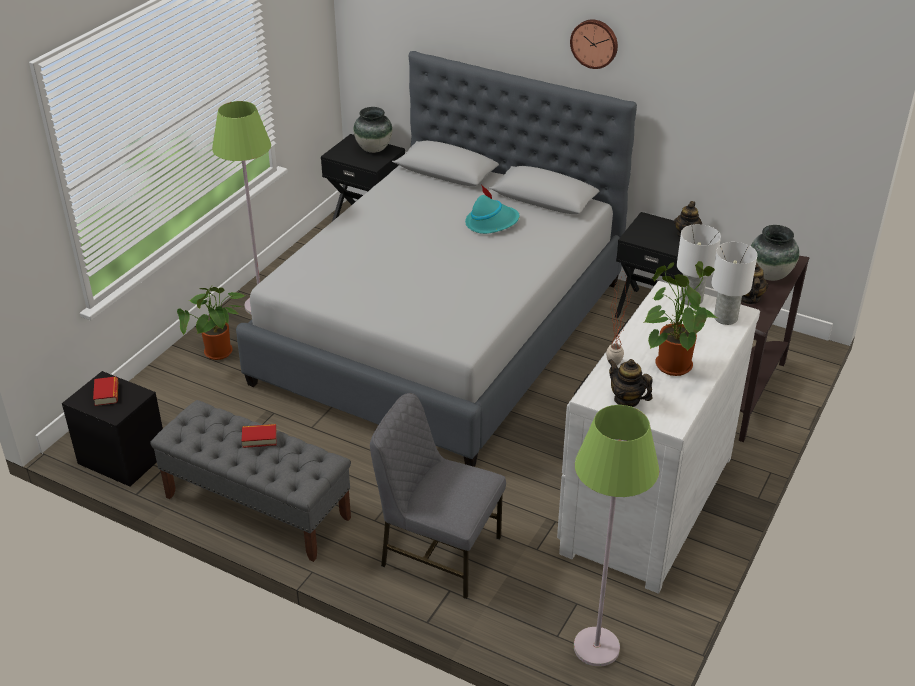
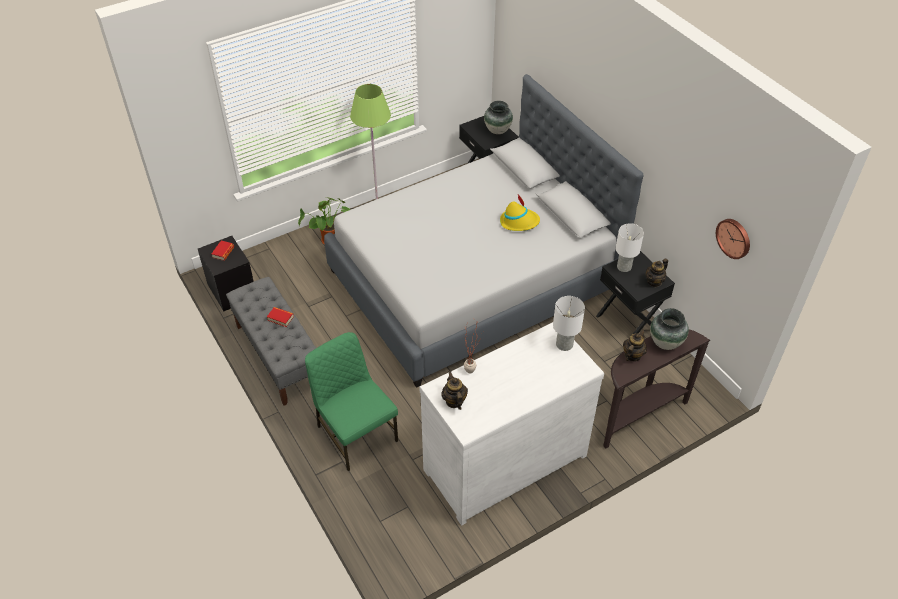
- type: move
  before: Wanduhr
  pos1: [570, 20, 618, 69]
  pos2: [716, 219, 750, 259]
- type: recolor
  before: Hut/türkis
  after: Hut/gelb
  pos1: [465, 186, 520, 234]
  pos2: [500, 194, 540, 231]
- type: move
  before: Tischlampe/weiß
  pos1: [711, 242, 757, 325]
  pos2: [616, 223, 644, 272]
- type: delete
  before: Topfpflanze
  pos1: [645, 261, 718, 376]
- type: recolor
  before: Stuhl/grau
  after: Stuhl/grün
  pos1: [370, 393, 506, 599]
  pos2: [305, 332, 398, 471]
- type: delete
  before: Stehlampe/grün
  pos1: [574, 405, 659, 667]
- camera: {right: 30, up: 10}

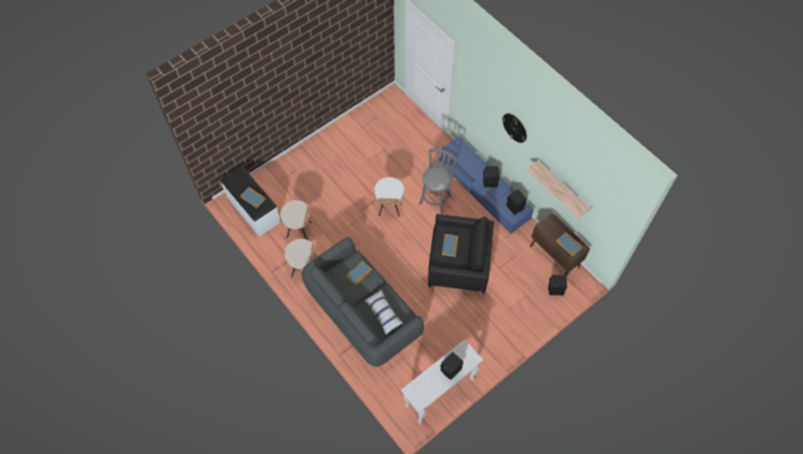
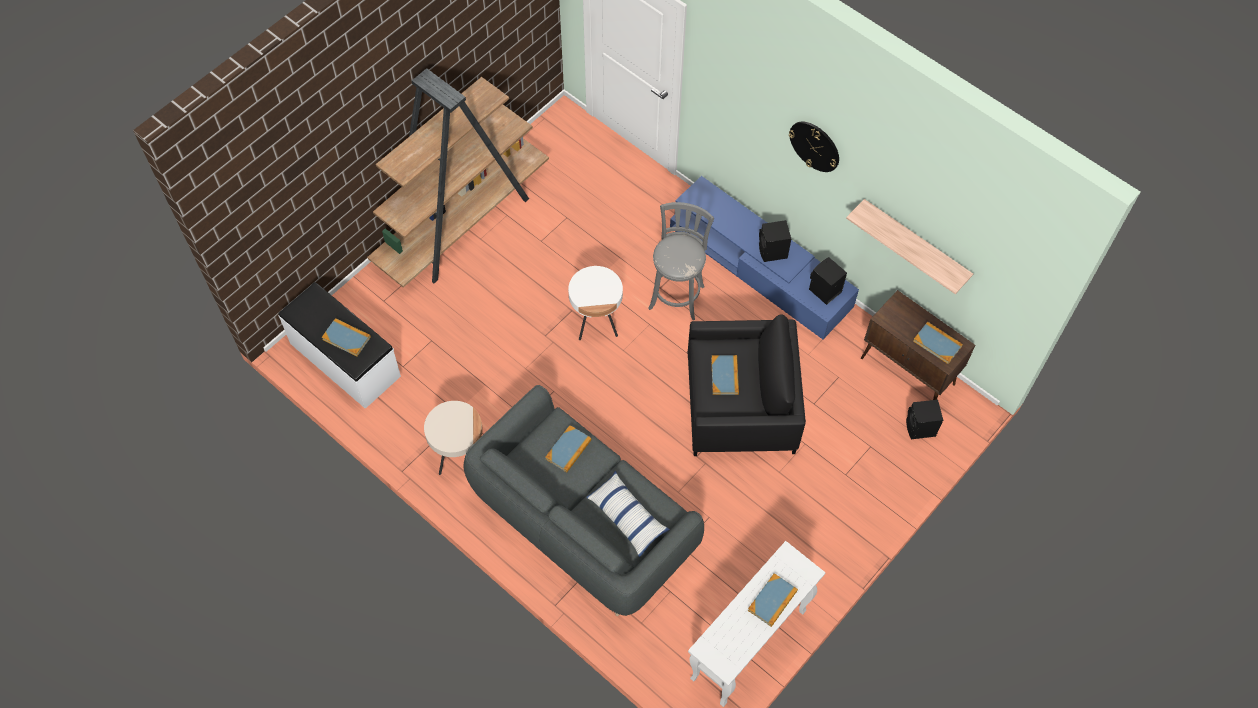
- type: delete
  before: Beistelltisch/beige
  pos1: [280, 200, 312, 240]
- type: replace
  before: Lautsprecher/schwarz
  after: Buch
  pos1: [440, 352, 463, 380]
  pos2: [748, 573, 798, 627]
- type: insert
  after: Bücherregal/braun
  pos2: [367, 68, 549, 288]
- camera: {right: -10, up: 0}

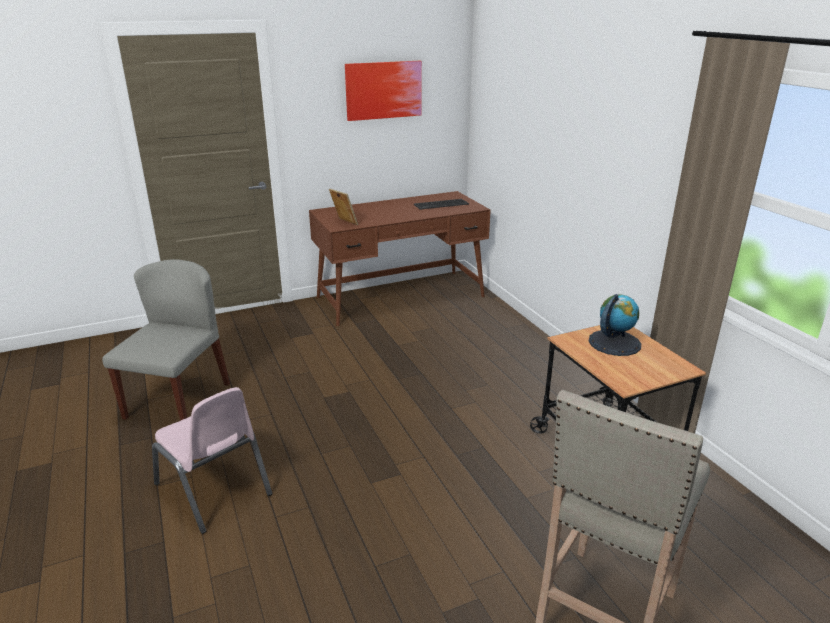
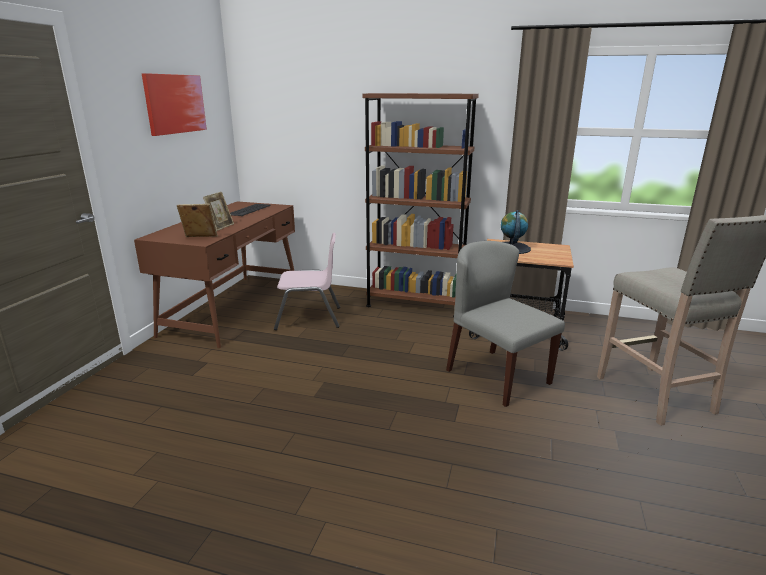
- type: move
  before: Stuhl/grau
  pos1: [102, 259, 230, 421]
  pos2: [446, 241, 565, 407]
- type: move
  before: Stuhl/rosa
  pos1: [152, 387, 272, 534]
  pos2: [274, 233, 340, 330]
- type: insert
  after: Bücherregal/braun
  pos2: [363, 93, 479, 317]
- type: insert
  after: Bilderrahmen
  pos2: [203, 192, 234, 231]
- camera: {right: -50, up: -5}

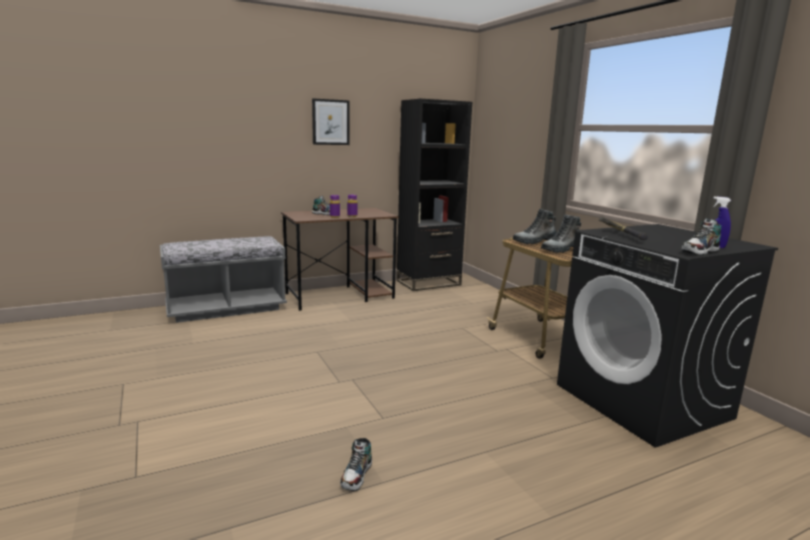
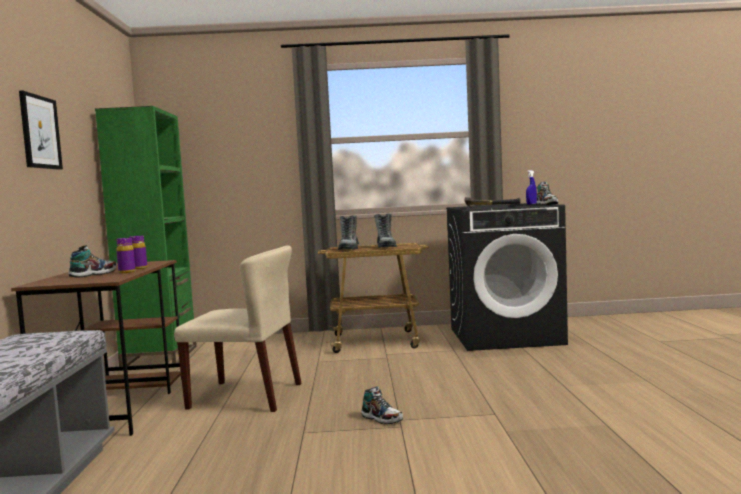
- type: recolor
  before: Bücherregal/schwarz
  after: Bücherregal/grün
  pos1: [396, 99, 472, 291]
  pos2: [95, 106, 197, 371]
- type: move
  before: Schuh
  pos1: [340, 438, 372, 491]
  pos2: [361, 386, 403, 424]
- type: insert
  after: Stuhl/beige
  pos2: [174, 245, 302, 412]
- camera: {right: -65, up: -10}

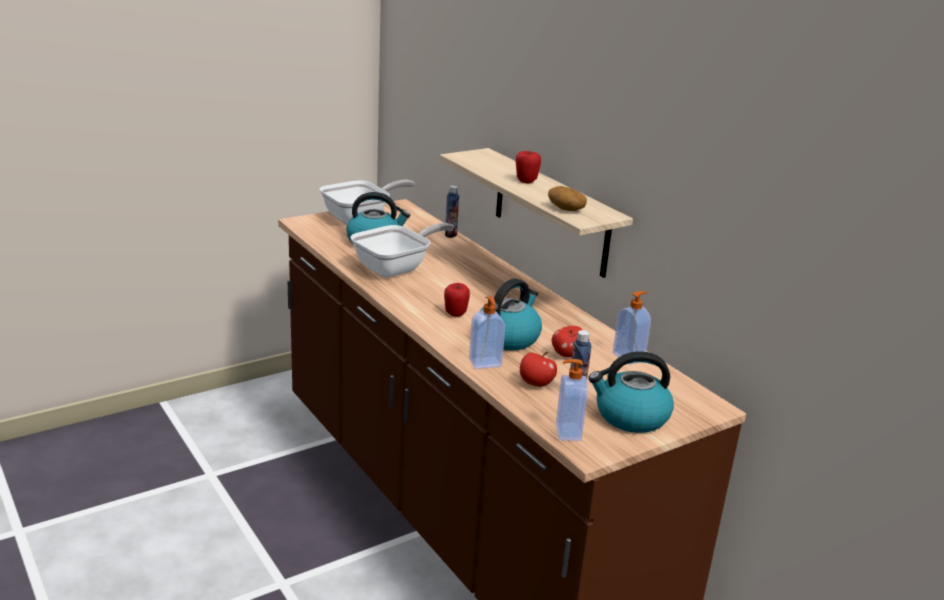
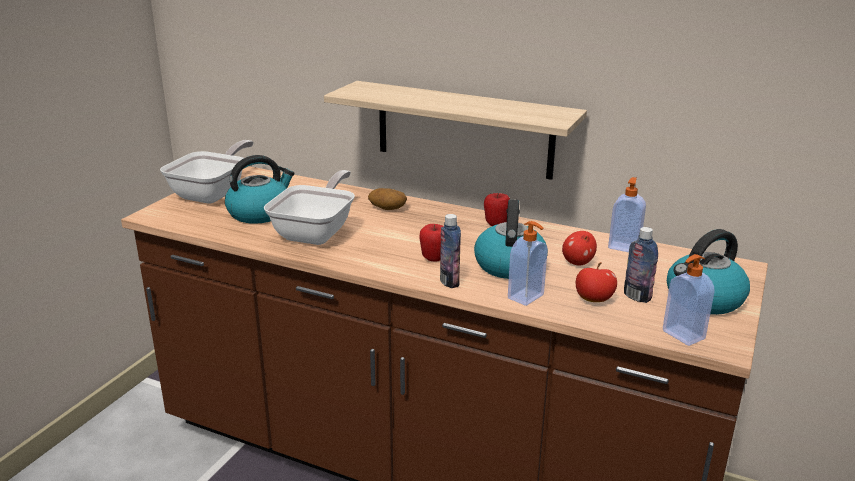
- type: move
  before: Apfel
  pos1: [516, 150, 541, 183]
  pos2: [484, 193, 510, 226]
- type: move
  before: Flasche
  pos1: [445, 185, 459, 238]
  pos2: [440, 214, 461, 288]
- type: move
  before: Kartoffel
  pos1: [548, 186, 587, 211]
  pos2: [368, 188, 407, 210]
- camera: {right: -30, up: 0}

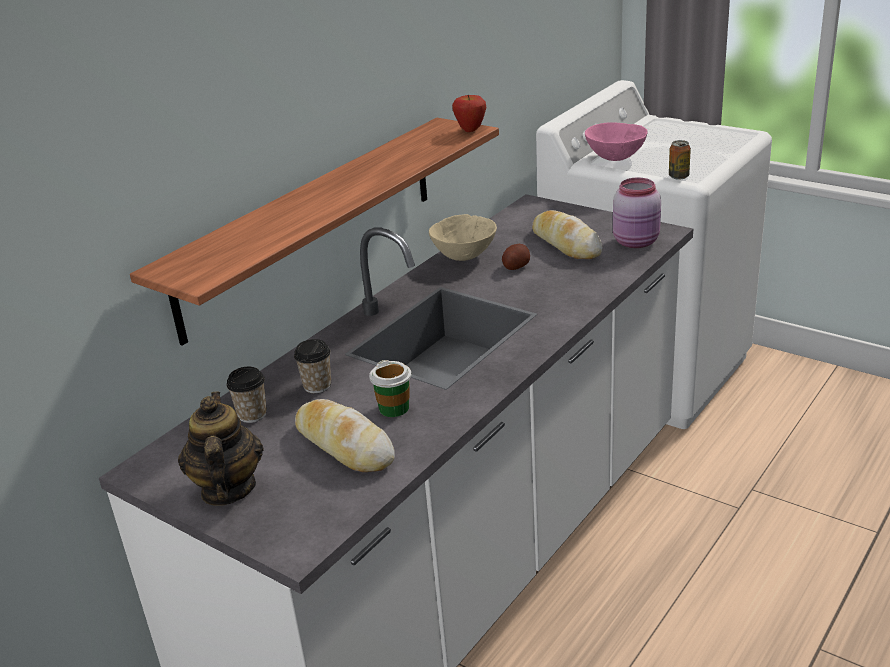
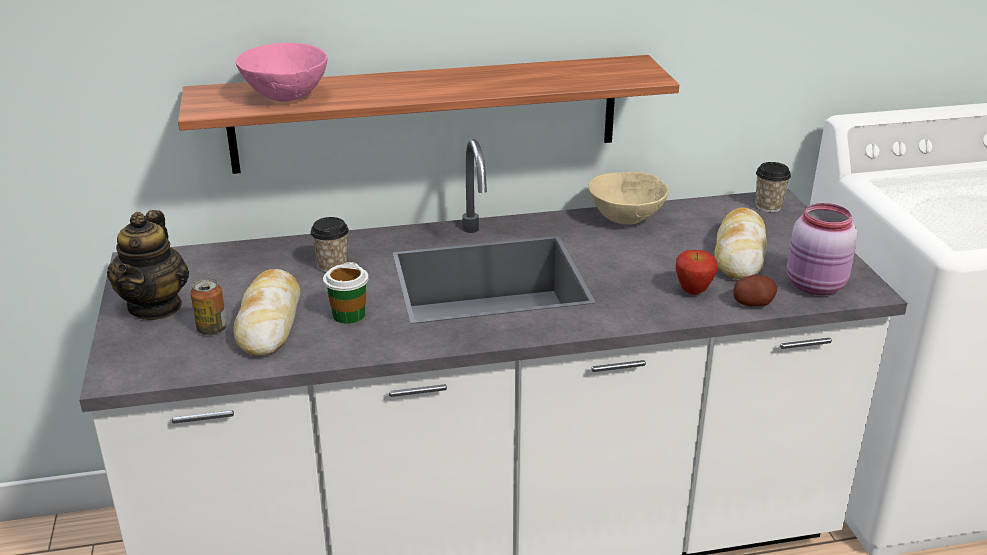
- type: move
  before: Apfel
  pos1: [452, 95, 486, 132]
  pos2: [676, 250, 718, 295]
- type: move
  before: Schüssel/rosa
  pos1: [585, 122, 648, 161]
  pos2: [235, 43, 328, 101]
- type: move
  before: Dose
  pos1: [669, 140, 691, 180]
  pos2: [190, 278, 227, 335]
- type: move
  before: Kartoffel
  pos1: [502, 244, 530, 270]
  pos2: [733, 275, 777, 306]
- type: move
  before: Tasse
  pos1: [227, 367, 267, 423]
  pos2: [755, 162, 791, 212]
- type: rotate
  before: Teekanne
  pos1: [178, 391, 264, 506]
  pos2: [107, 210, 189, 320]
  turn: 150
- camera: {right: 40, up: 0}

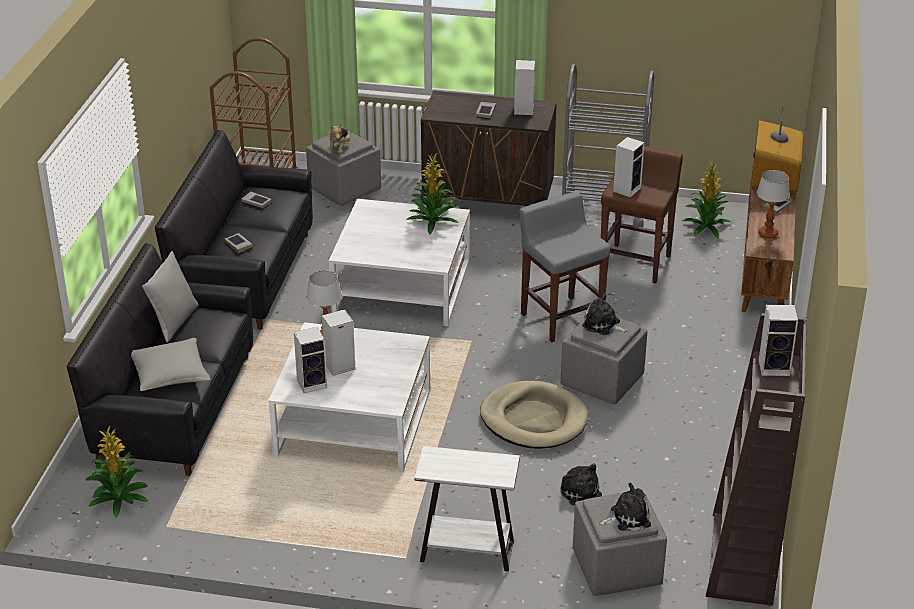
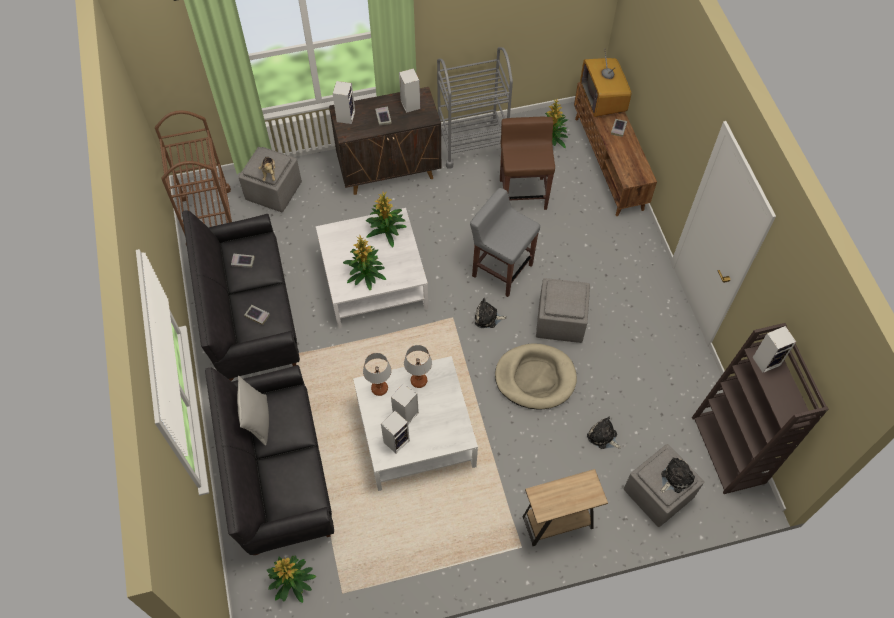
- type: move
  before: Lautsprecher
  pos1: [613, 137, 645, 197]
  pos2: [333, 81, 355, 124]
- type: move
  before: Tischlampe
  pos1: [757, 170, 790, 238]
  pos2: [404, 345, 432, 388]
- type: move
  before: Plüschtier
  pos1: [582, 293, 628, 335]
  pos2: [475, 298, 507, 328]
- type: delete
  before: Kissen/grau
  pos1: [131, 338, 211, 391]
- type: recolor
  before: Beistelltisch/weiß
  after: Beistelltisch/braun
  pos1: [414, 446, 520, 571]
  pos2: [523, 469, 608, 546]
- type: insert
  after: Topfpflanze
  pos2: [343, 235, 386, 291]
- camera: {right: -25, up: 25}

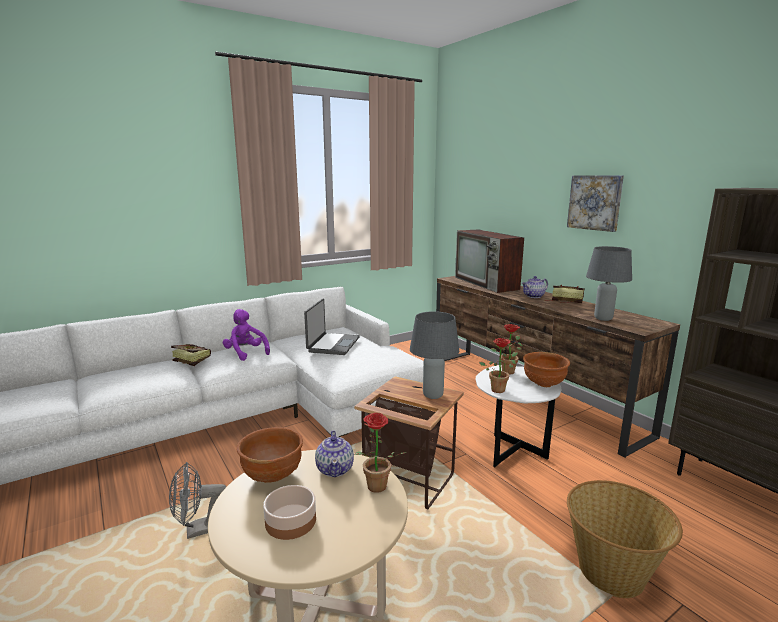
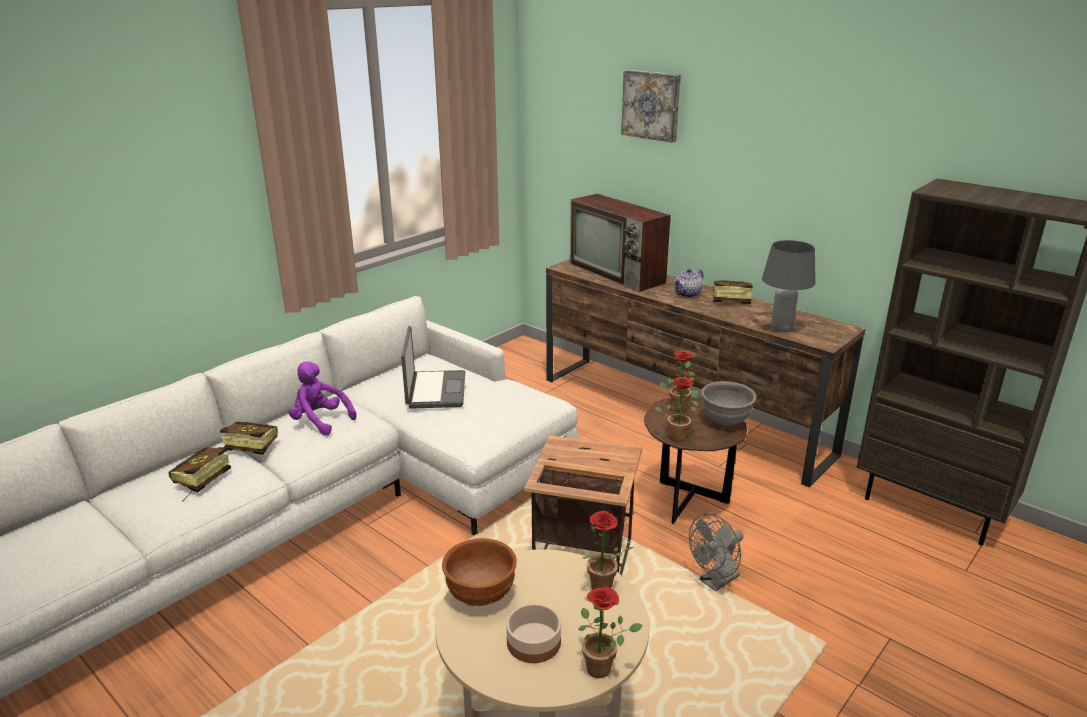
- type: move
  before: Bild
  pos1: [567, 175, 624, 232]
  pos2: [621, 70, 681, 142]
- type: delete
  before: Tischlampe/grau
  pos1: [410, 311, 459, 399]
- type: recolor
  before: Schüssel/braun
  after: Schüssel/grau
  pos1: [523, 352, 570, 387]
  pos2: [701, 381, 756, 426]
- type: recolor
  before: Beistelltisch/weiß
  after: Beistelltisch/braun
  pos1: [475, 365, 561, 467]
  pos2: [644, 397, 747, 524]
- type: delete
  before: Teekanne
  pos1: [315, 430, 354, 477]
- type: move
  before: Ventilator/grau
  pos1: [169, 462, 226, 539]
  pos2: [689, 513, 744, 591]
- type: delete
  before: Korb
  pos1: [567, 480, 683, 598]
- type: insert
  after: Buch
  pos2: [168, 447, 231, 502]
- type: insert
  after: Topfpflanze
  pos2: [578, 587, 643, 678]
- camera: {right: -15, up: 10}

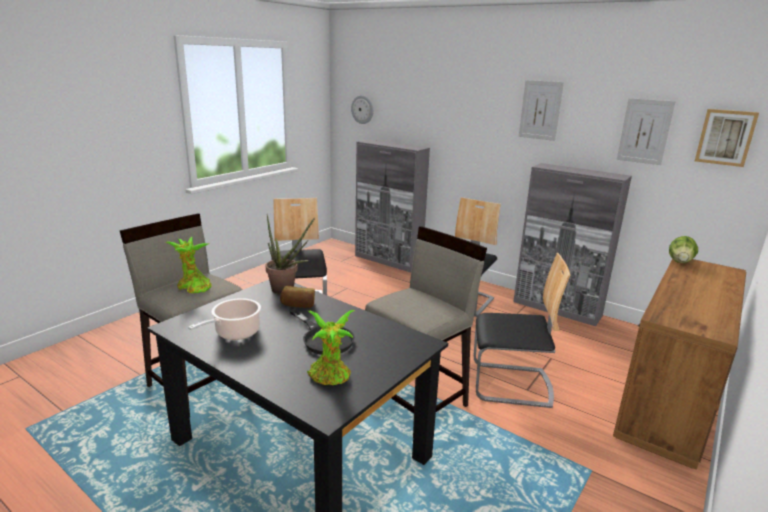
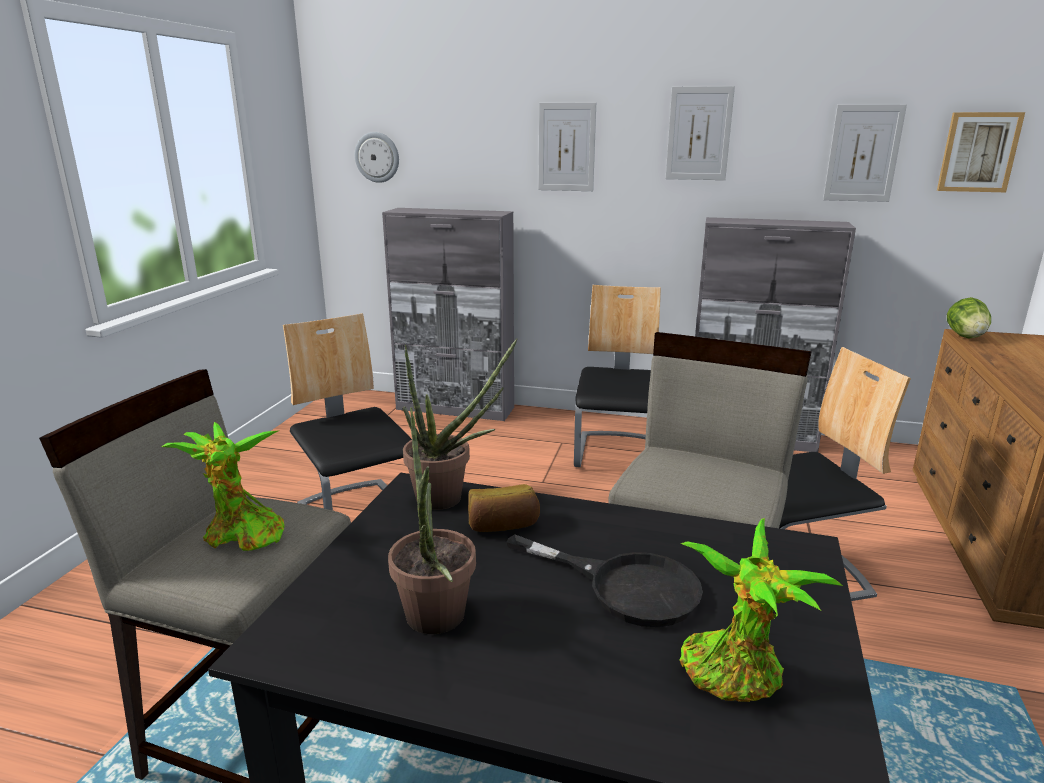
- type: replace
  before: Kochtopf
  after: Topfpflanze
  pos1: [188, 298, 261, 340]
  pos2: [388, 407, 476, 634]
- type: insert
  after: Bild
  pos2: [538, 103, 596, 191]
- camera: {right: -20, up: 0}

